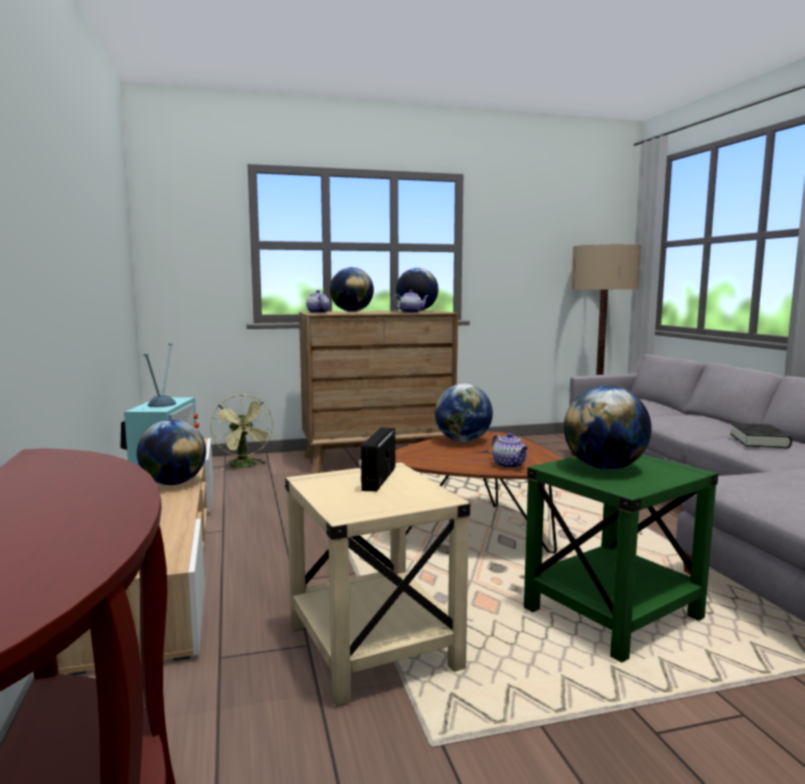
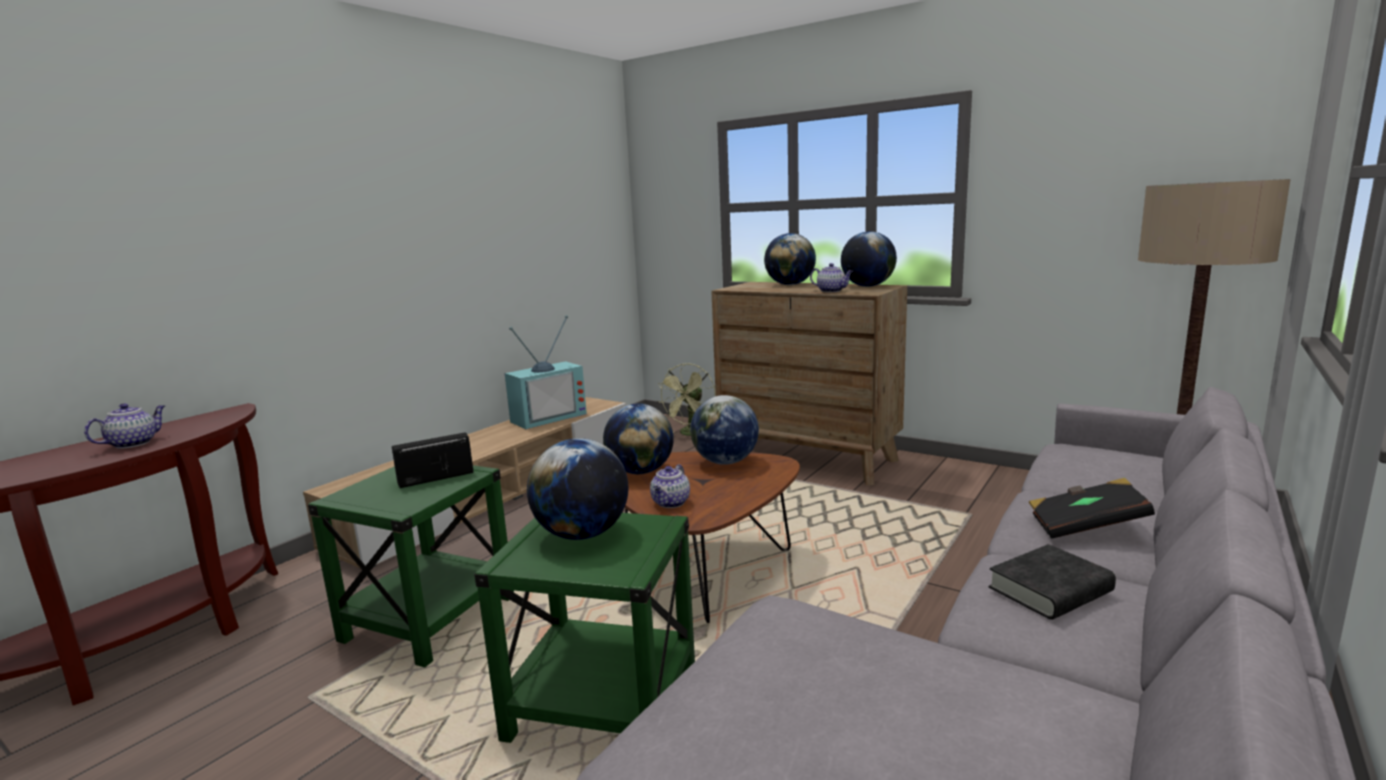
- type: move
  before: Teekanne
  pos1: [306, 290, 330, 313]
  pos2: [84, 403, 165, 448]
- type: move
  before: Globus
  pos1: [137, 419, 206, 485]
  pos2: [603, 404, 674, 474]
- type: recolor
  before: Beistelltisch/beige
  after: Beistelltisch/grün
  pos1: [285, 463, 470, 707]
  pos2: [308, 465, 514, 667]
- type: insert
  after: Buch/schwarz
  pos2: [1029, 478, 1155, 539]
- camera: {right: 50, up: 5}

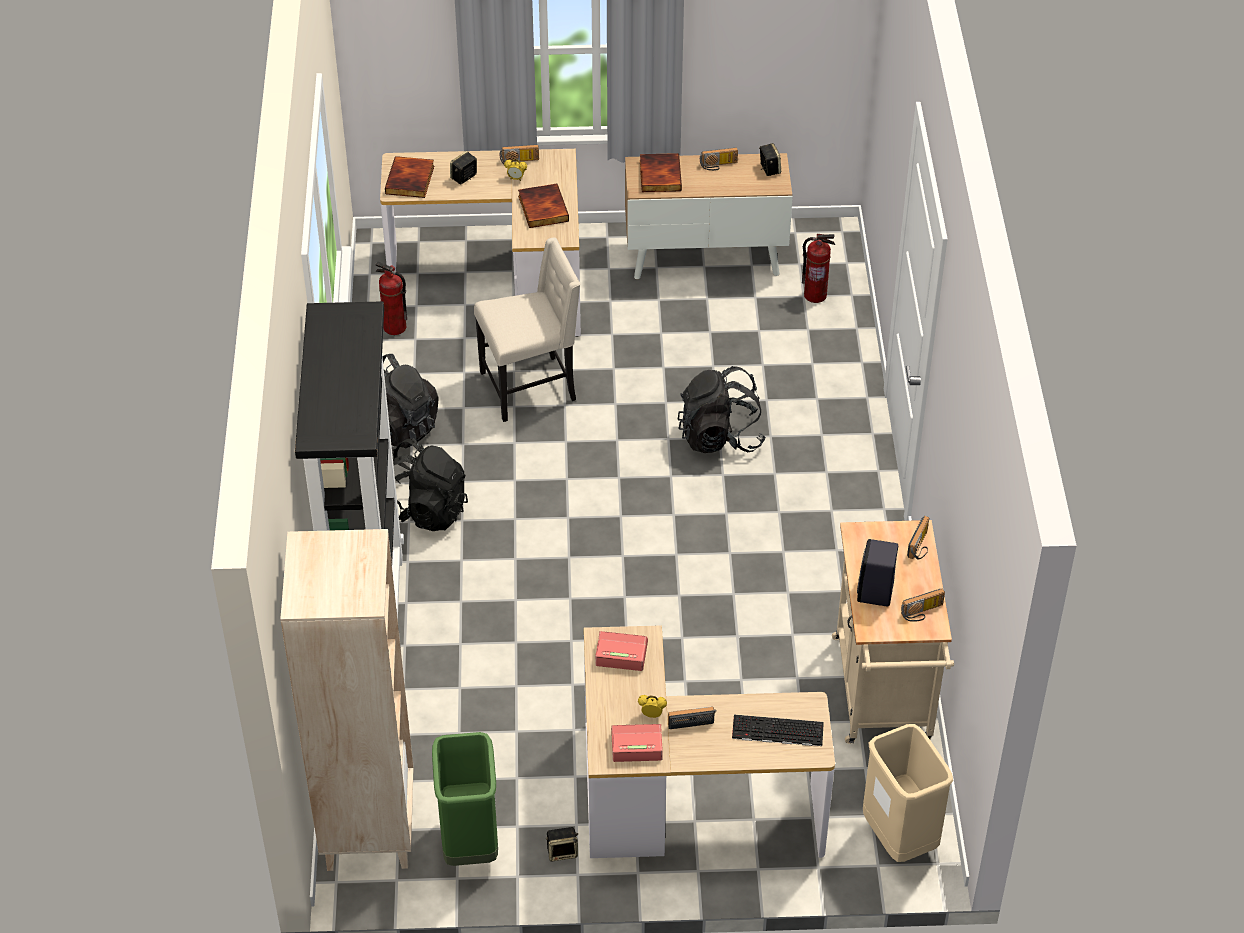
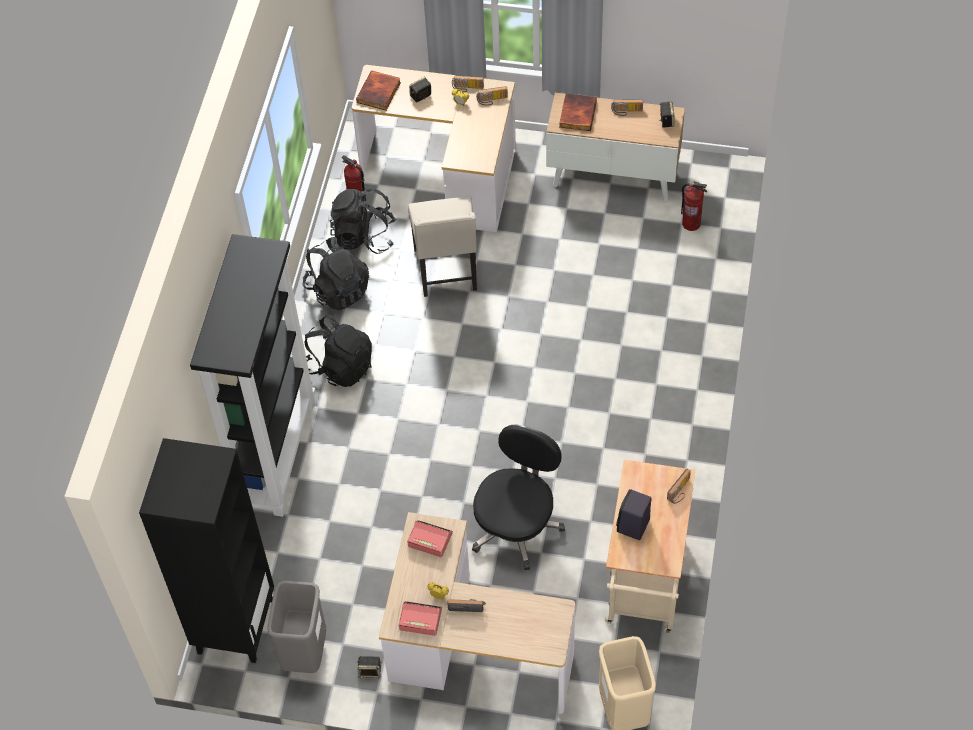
- type: delete
  before: Buch
  pos1: [518, 184, 569, 228]
- type: rotate
  before: Stuhl/beige
  pos1: [474, 238, 580, 422]
  pos2: [408, 196, 477, 297]
  turn: 90
- type: move
  before: Rucksack/schwarz
  pos1: [678, 366, 766, 453]
  pos2: [330, 189, 396, 254]
- type: recolor
  before: Bücherregal/beige
  after: Bücherregal/schwarz
  pos1: [280, 529, 414, 871]
  pos2: [139, 438, 274, 663]
- type: move
  before: Radio
  pos1: [901, 588, 945, 622]
  pos2: [476, 86, 508, 106]
- type: delete
  before: Tastatur
  pos1: [732, 715, 824, 746]
- type: recolor
  before: Mülleimer/grün
  after: Mülleimer/grau
  pos1: [432, 732, 498, 866]
  pos2: [268, 580, 326, 673]
- type: insert
  after: Bürostuhl/schwarz
  pos2: [472, 425, 565, 570]
- camera: {right: 15, up: 10}

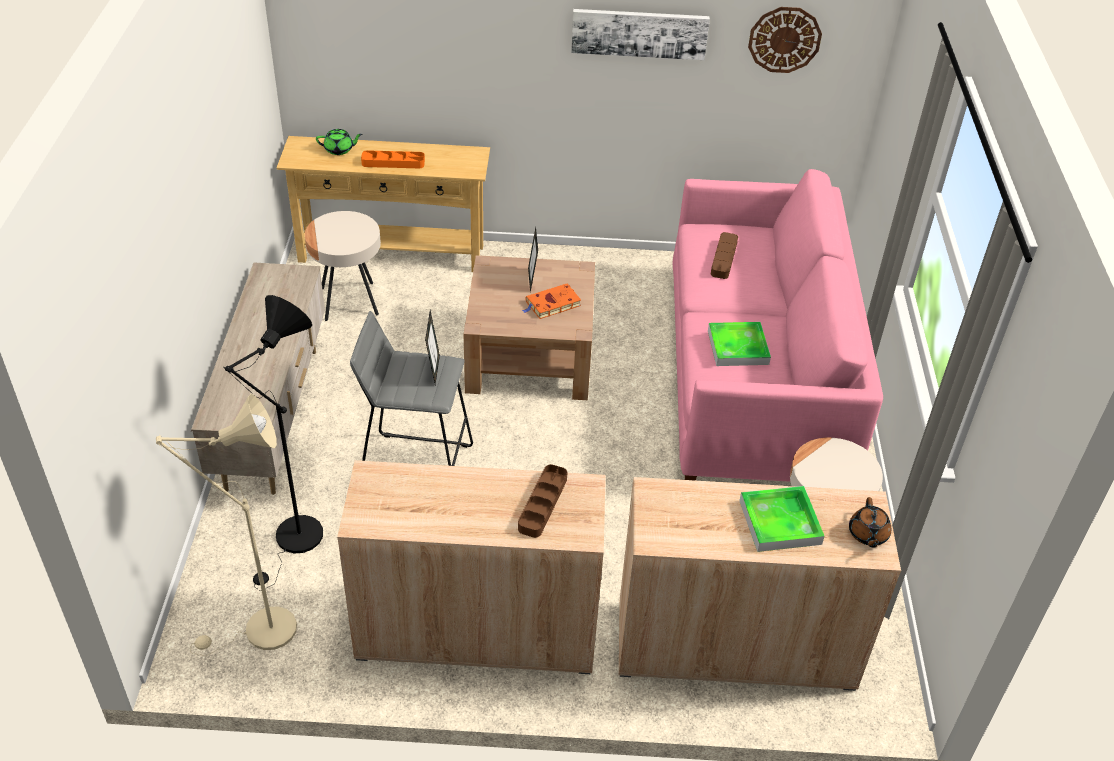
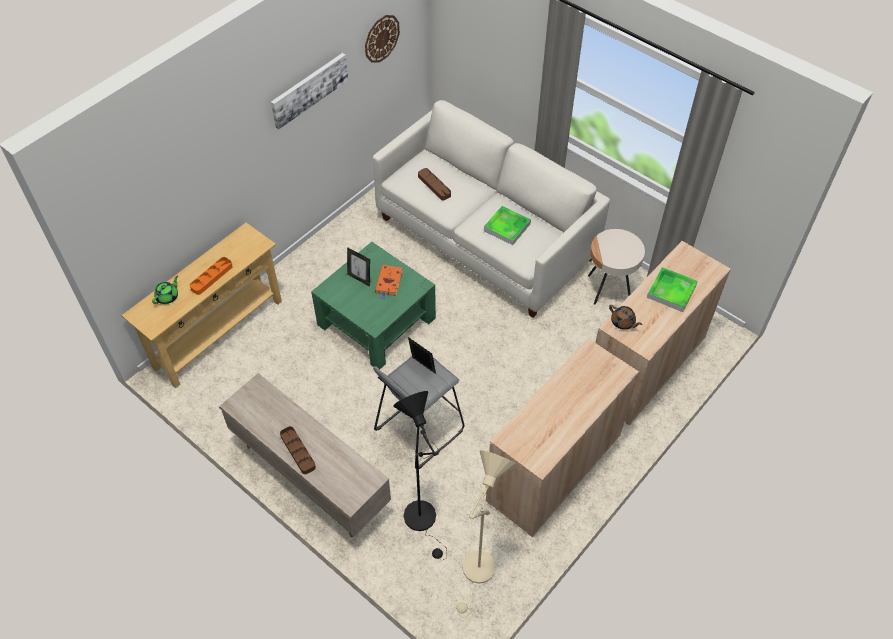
- type: recolor
  before: Sofa/rosa
  after: Sofa/weiß
  pos1: [673, 169, 883, 482]
  pos2: [373, 100, 610, 318]
- type: delete
  before: Beistelltisch/beige
  pos1: [305, 211, 381, 321]
- type: recolor
  before: Couchtisch/braun
  after: Couchtisch/grün
  pos1: [464, 255, 595, 400]
  pos2: [311, 242, 436, 369]
- type: move
  before: Tablett/braun
  pos1: [518, 464, 567, 538]
  pos2: [280, 426, 316, 474]
- type: move
  before: Teekanne/braun
  pos1: [849, 497, 891, 547]
  pos2: [609, 305, 642, 330]
- camera: {right: -50, up: 10}

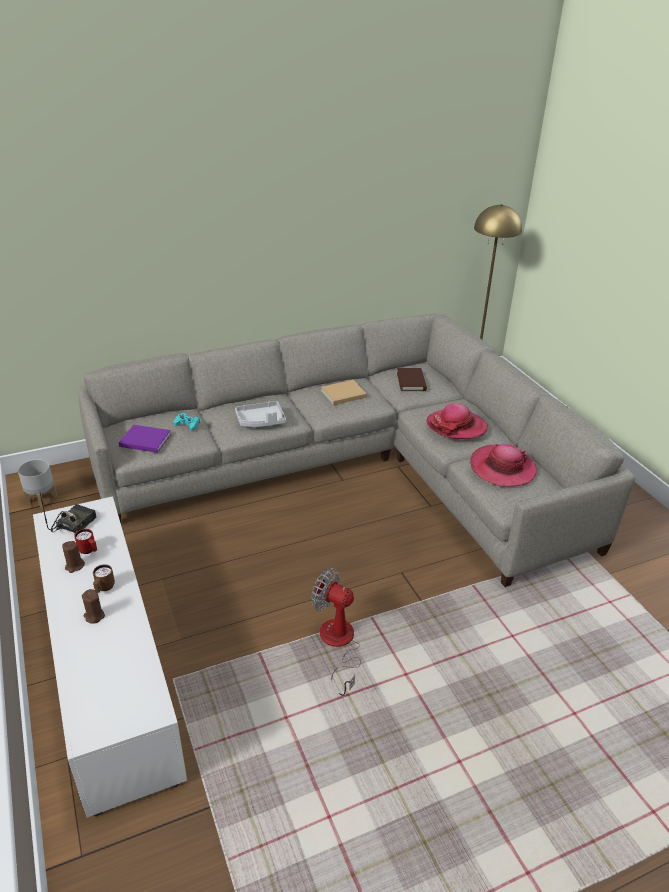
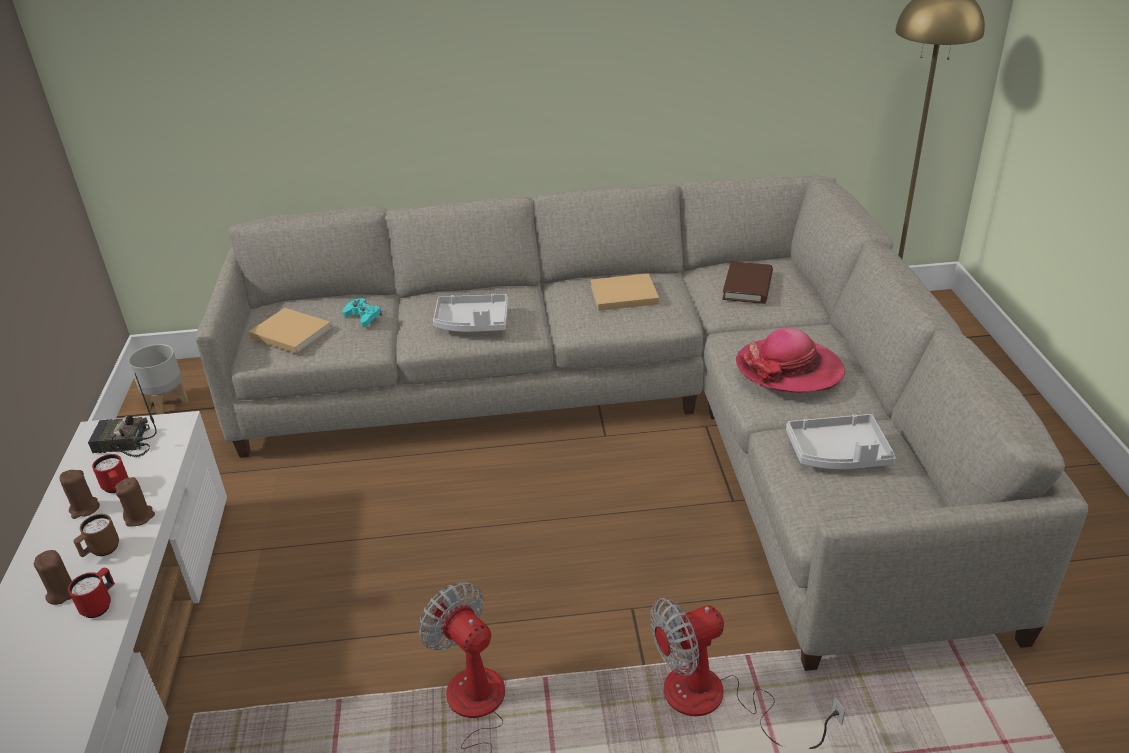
- type: recolor
  before: Buch/lila
  after: Buch/beige
  pos1: [119, 425, 171, 453]
  pos2: [249, 308, 332, 354]
- type: replace
  before: Hut
  after: Tablett/grau
  pos1: [470, 444, 537, 487]
  pos2: [786, 414, 896, 469]
- type: rotate
  before: Radio
  pos1: [40, 493, 96, 533]
  pos2: [88, 373, 157, 457]
  turn: -135
- type: insert
  after: Kerze/braun
  pos2: [115, 477, 155, 527]
- type: insert
  after: Henkelbecher/rot
  pos2: [68, 567, 115, 618]
- type: insert
  after: Ventilator
  pos2: [650, 598, 845, 749]
- camera: {right: 20, up: 0}

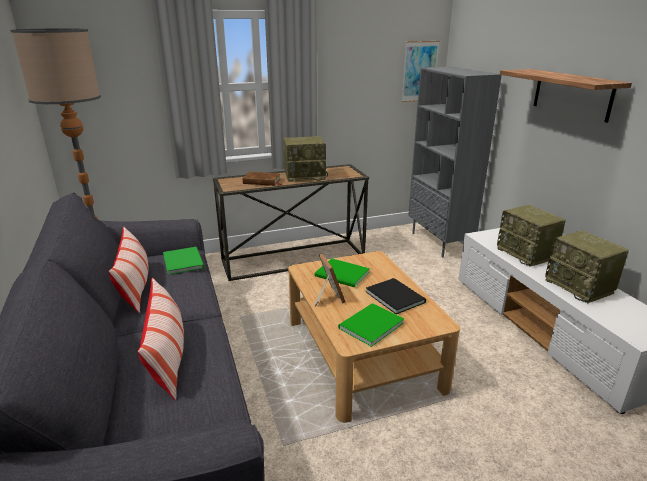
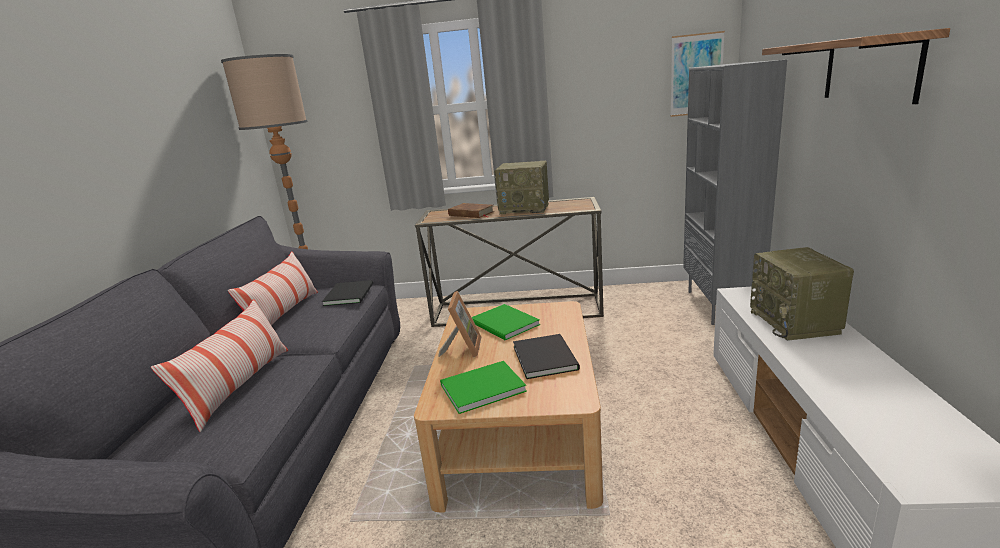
- type: delete
  before: Radio
  pos1: [545, 230, 629, 303]
- type: recolor
  before: Buch/grün
  after: Buch/schwarz
  pos1: [163, 247, 204, 275]
  pos2: [322, 280, 373, 306]
- camera: {right: 25, up: -5}

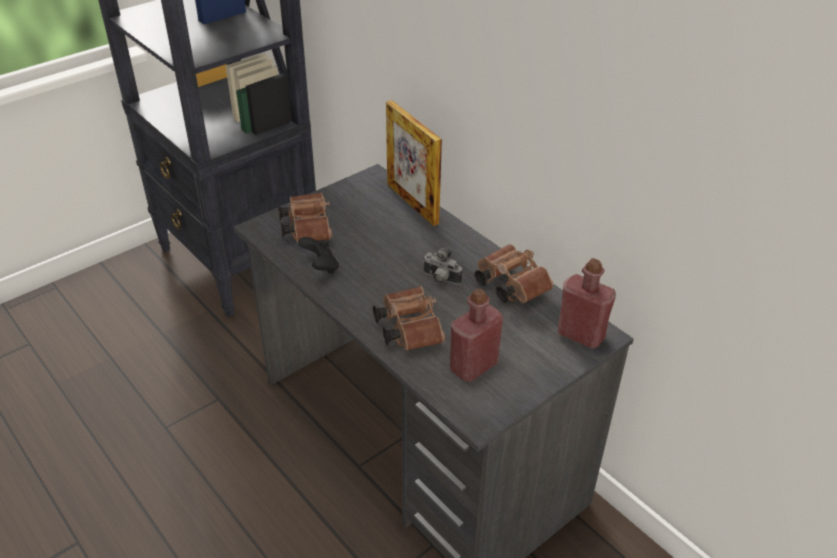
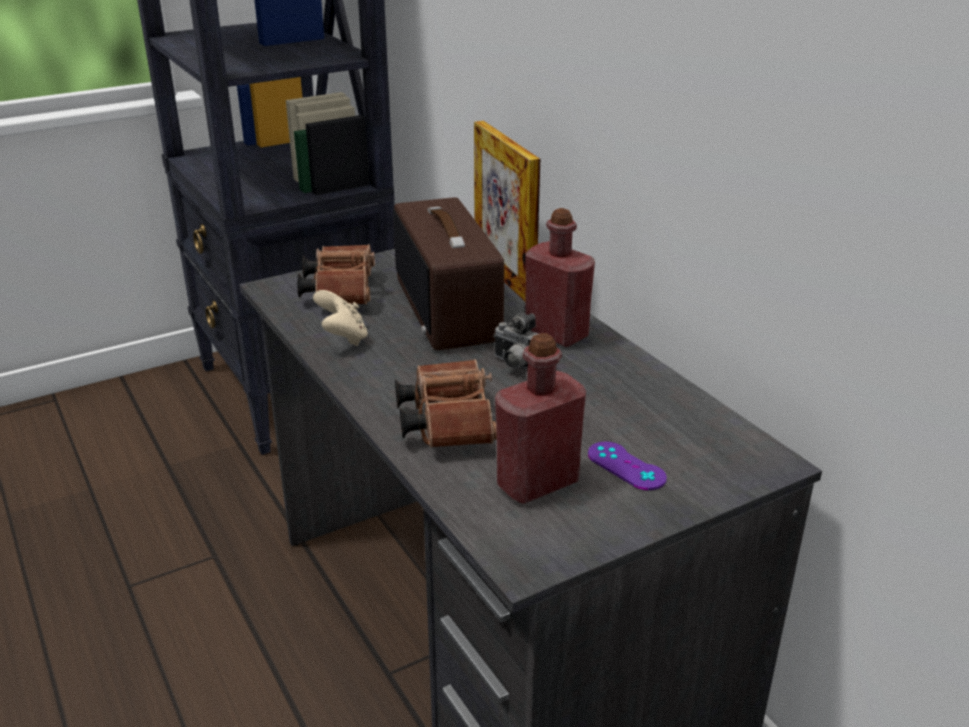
- type: recolor
  before: Gamepad/schwarz
  after: Gamepad/beige
  pos1: [298, 237, 339, 274]
  pos2: [313, 290, 368, 346]
- type: delete
  before: Fernglas/braun
  pos1: [475, 244, 553, 303]
- type: move
  before: Flasche/rot
  pos1: [558, 258, 616, 349]
  pos2: [525, 208, 595, 347]
- type: insert
  after: Radio
  pos2: [393, 197, 504, 350]
- type: insert
  after: Gamepad/lila
  pos2: [588, 442, 667, 490]
- camera: {right: 10, up: -10}

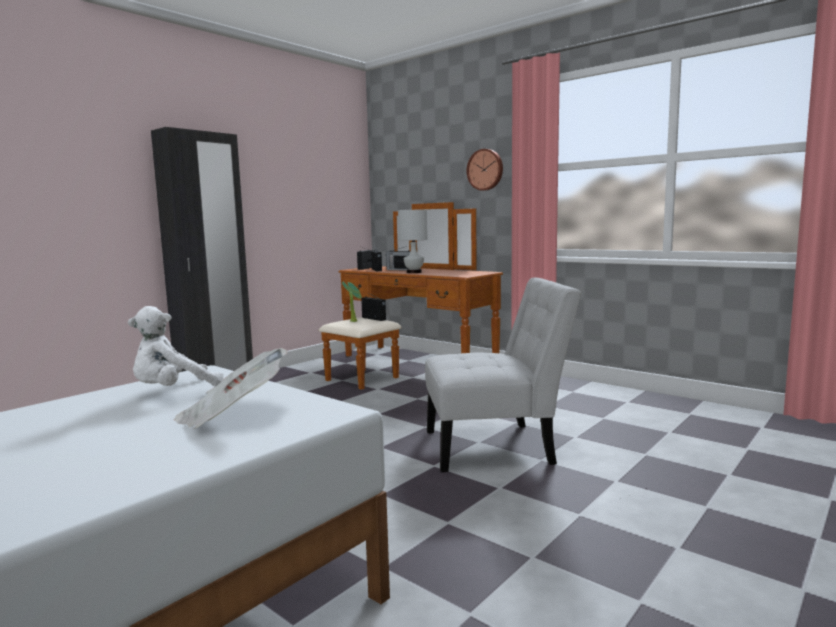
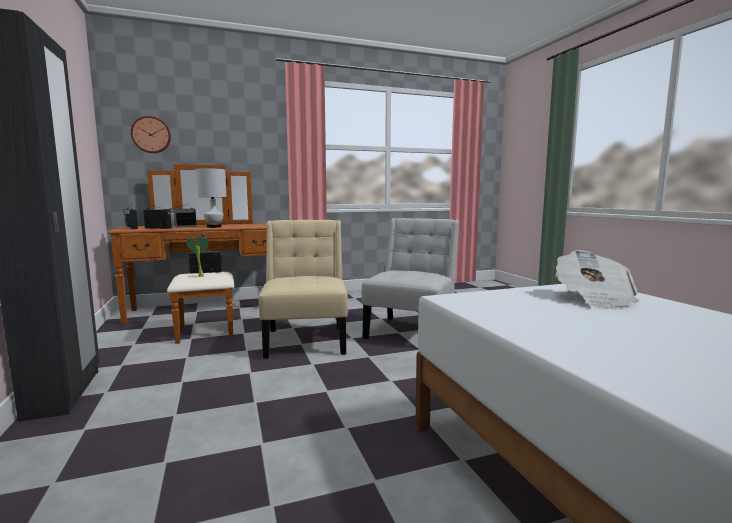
- type: move
  before: Wanduhr
  pos1: [467, 149, 503, 191]
  pos2: [131, 116, 171, 153]
- type: delete
  before: Plüschtier/weiß
  pos1: [128, 306, 224, 387]
- type: insert
  after: Stuhl/beige
  pos2: [259, 220, 348, 359]
- camera: {right: -60, up: 0}

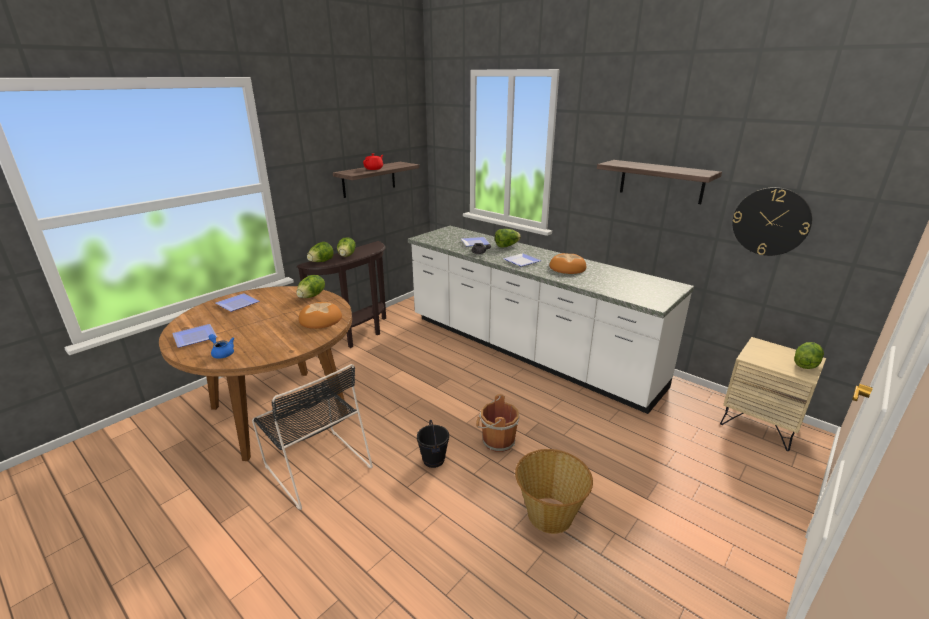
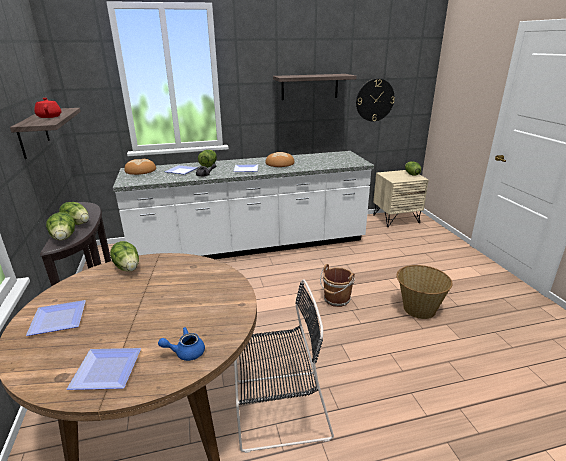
- type: move
  before: Brot
  pos1: [299, 302, 342, 329]
  pos2: [124, 159, 156, 175]
- type: delete
  before: Eimer/schwarz
  pos1: [417, 420, 449, 468]
- camera: {right: -55, up: 0}

